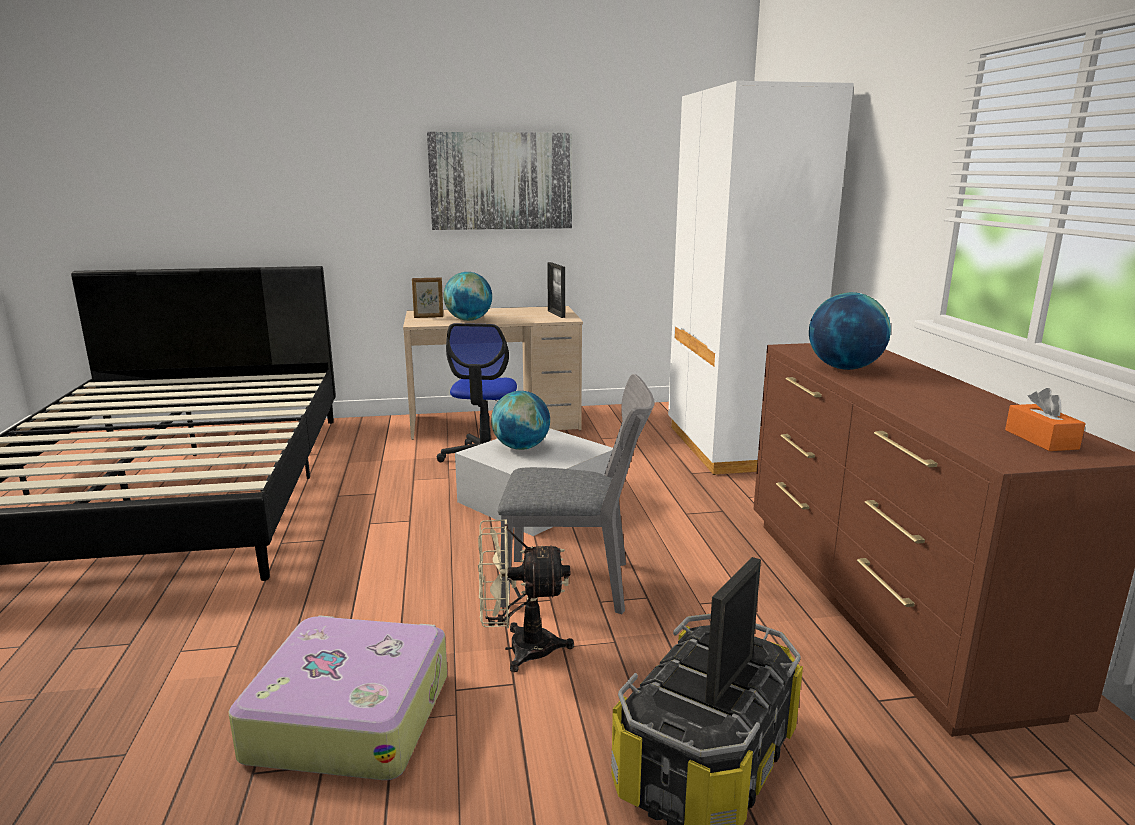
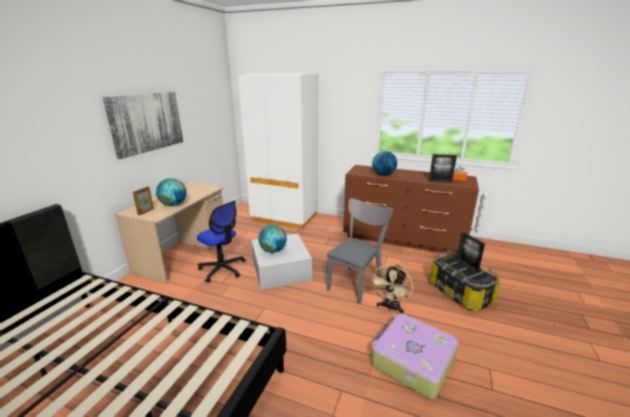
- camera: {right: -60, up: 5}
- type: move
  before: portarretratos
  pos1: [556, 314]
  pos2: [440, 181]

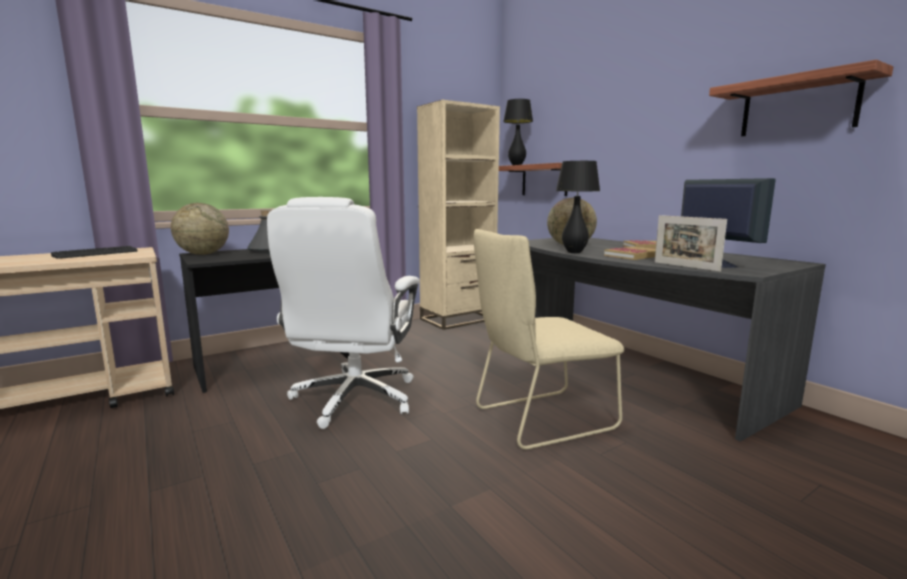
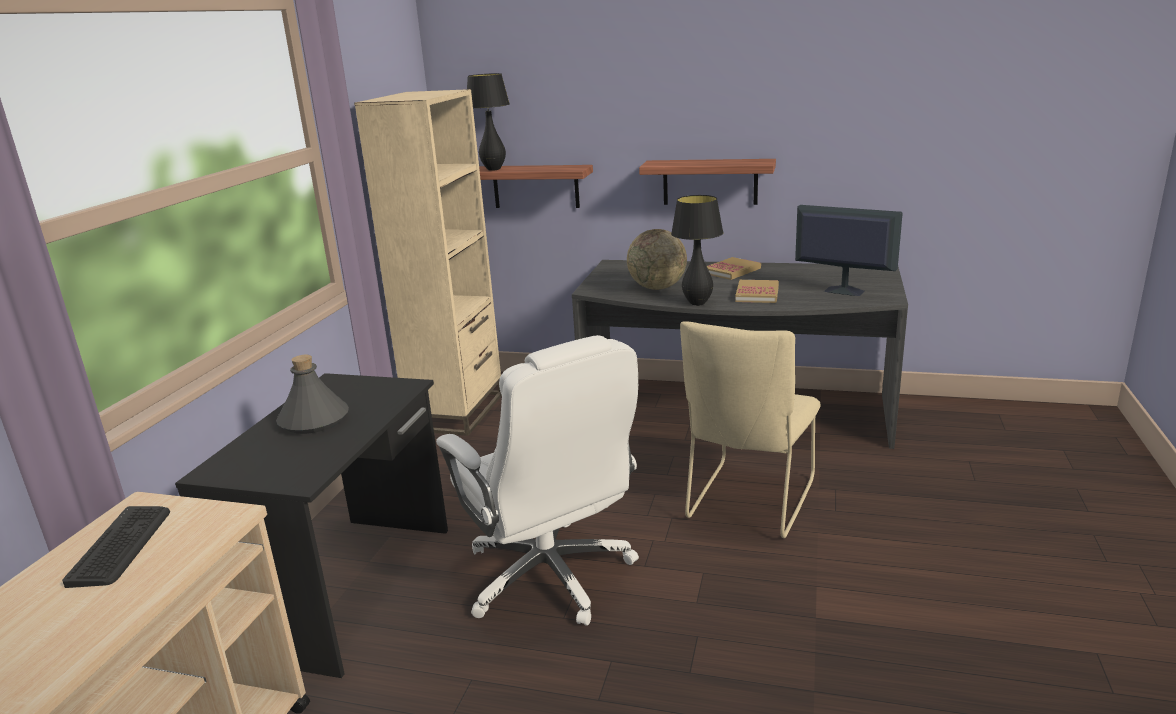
- camera: {right: -40, up: 10}
- type: move
  before: estante
  pos1: [798, 106]
  pos2: [710, 182]
- type: delete
  before: globo terráqueo
  pos1: [203, 254]
- type: delete
  before: portarretratos
  pos1: [685, 266]

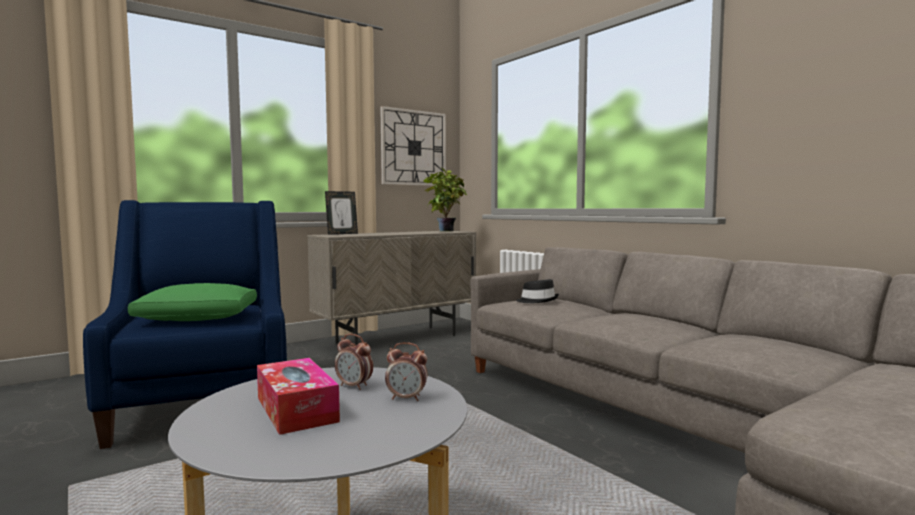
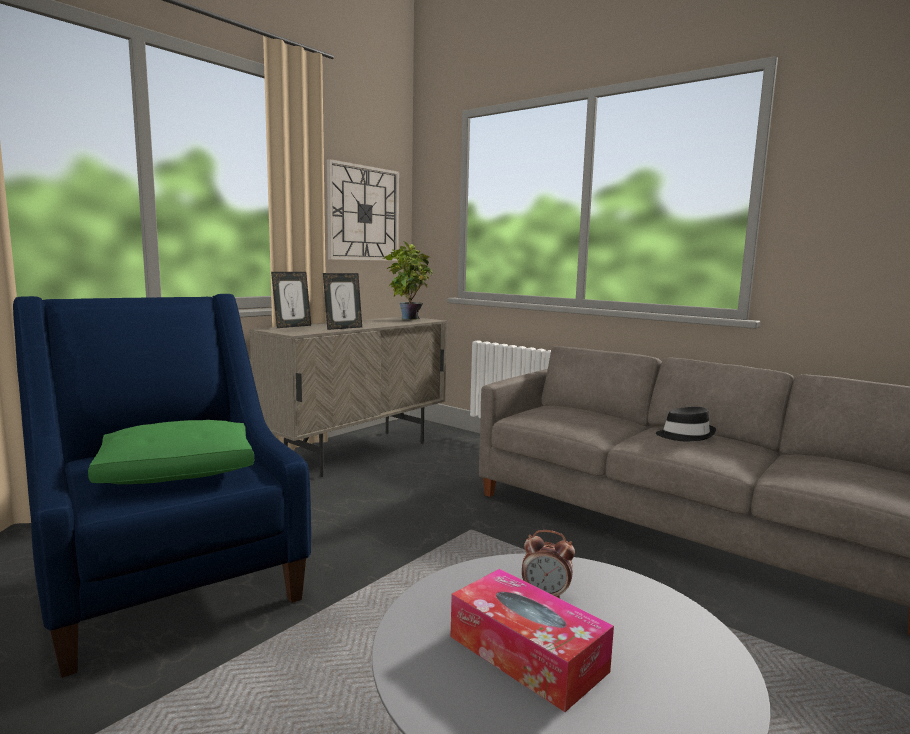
- camera: {right: -15, up: 5}
- type: move
  before: sombrero [negro]
  pos1: [537, 301]
  pos2: [685, 435]
- type: delete
  before: despertador
  pos1: [407, 398]
- type: insert
  after: portarretratos
  pos2: [343, 328]

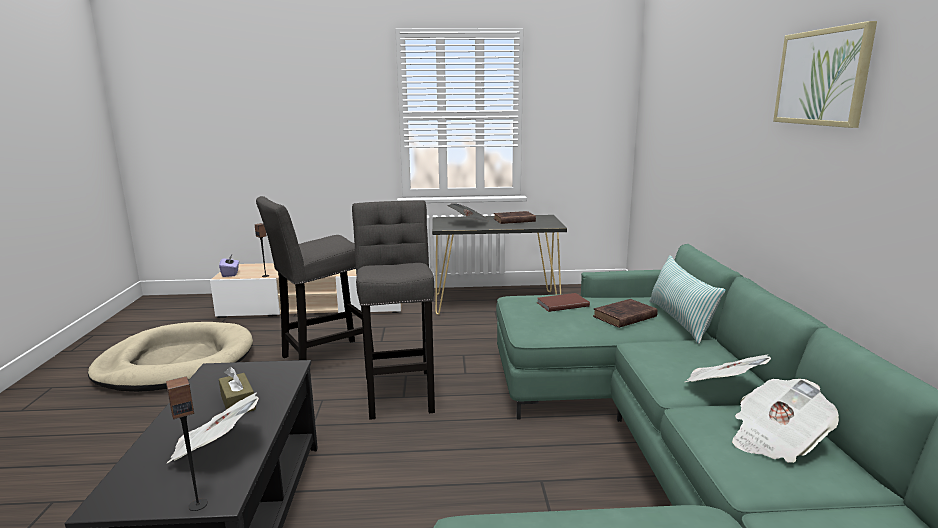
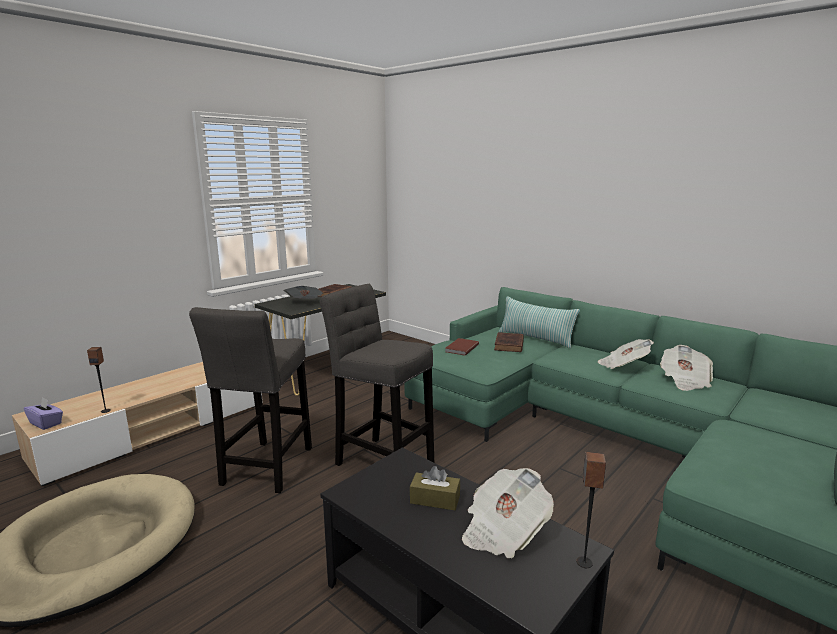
- camera: {right: -45, up: 0}
- type: delete
  before: cuadro
  pos1: [822, 77]

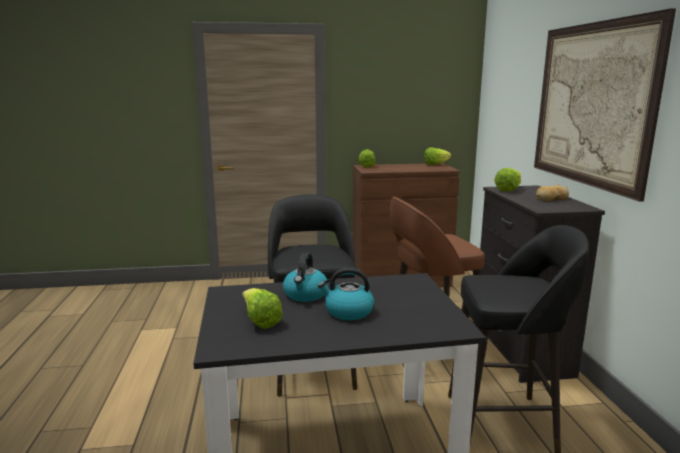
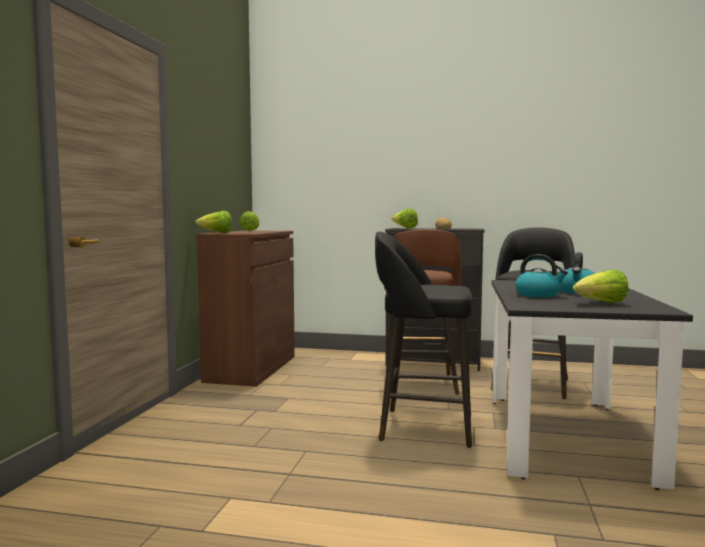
- camera: {right: -70, up: -10}
- type: delete
  before: cuadro
  pos1: [591, 104]

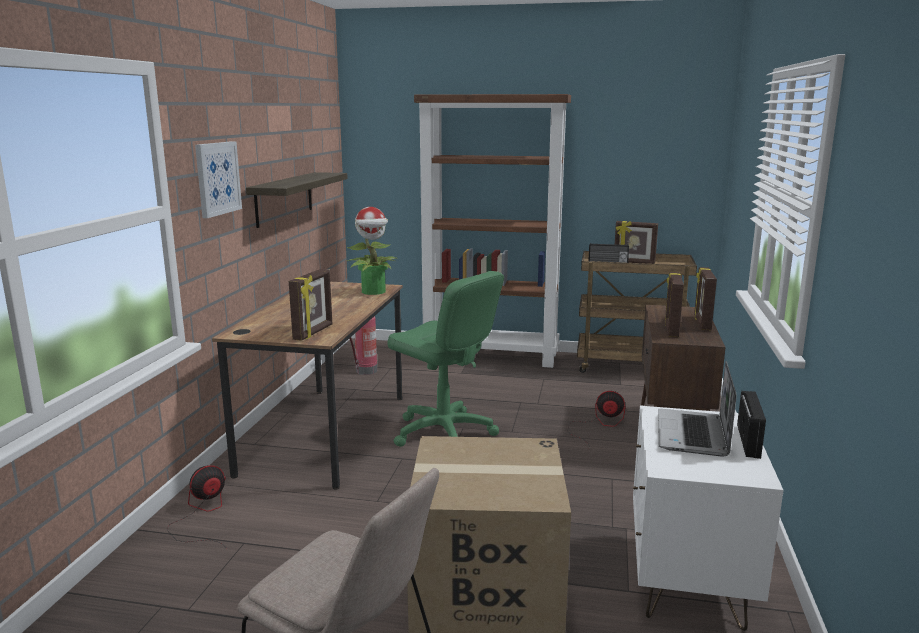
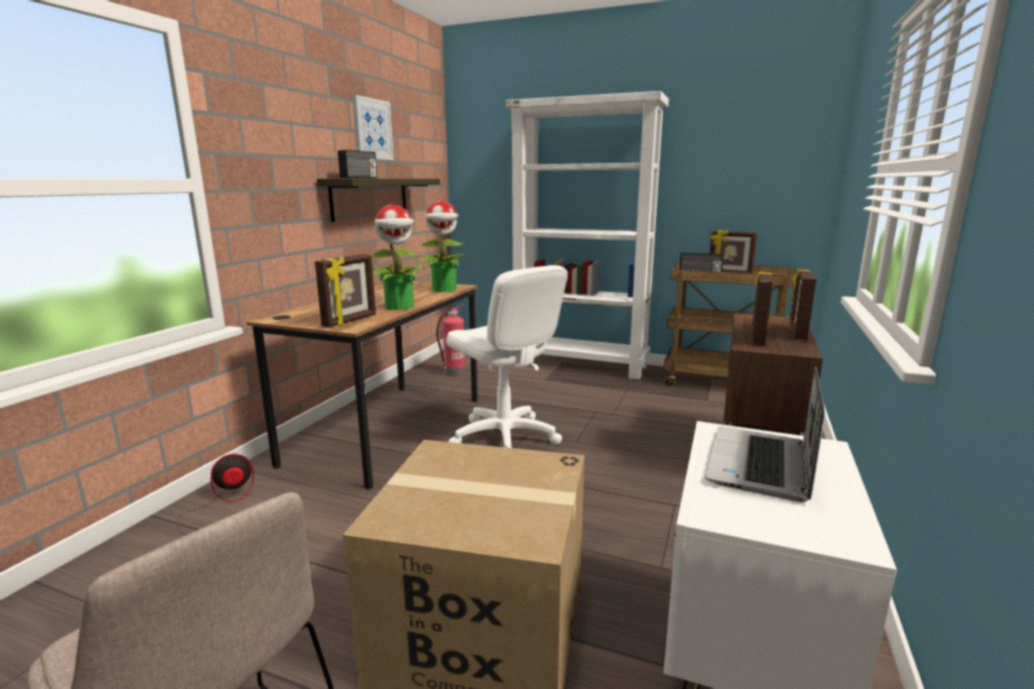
- camera: {right: 10, up: 0}
- type: recolor
  before: estantería [marrón]
  after: estantería [blanco]
  pos1: [491, 355]
  pos2: [580, 365]
- type: move
  before: cuadro
  pos1: [217, 178]
  pos2: [372, 129]
- type: recolor
  before: silla de oficina [verde]
  after: silla de oficina [blanco]
  pos1: [443, 433]
  pos2: [504, 438]
- type: delete
  before: ventilador
  pos1: [598, 425]
- type: move
  before: radio
  pos1: [750, 441]
  pos2: [360, 178]
- type: insert
  after: planta en maceta
  pos2: [400, 307]

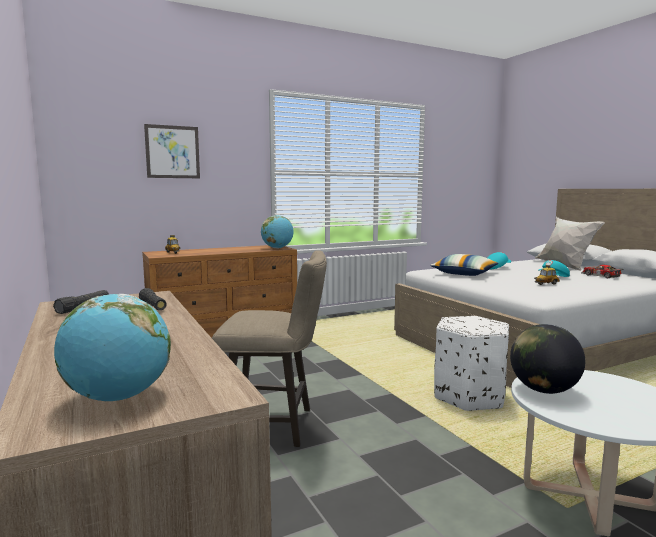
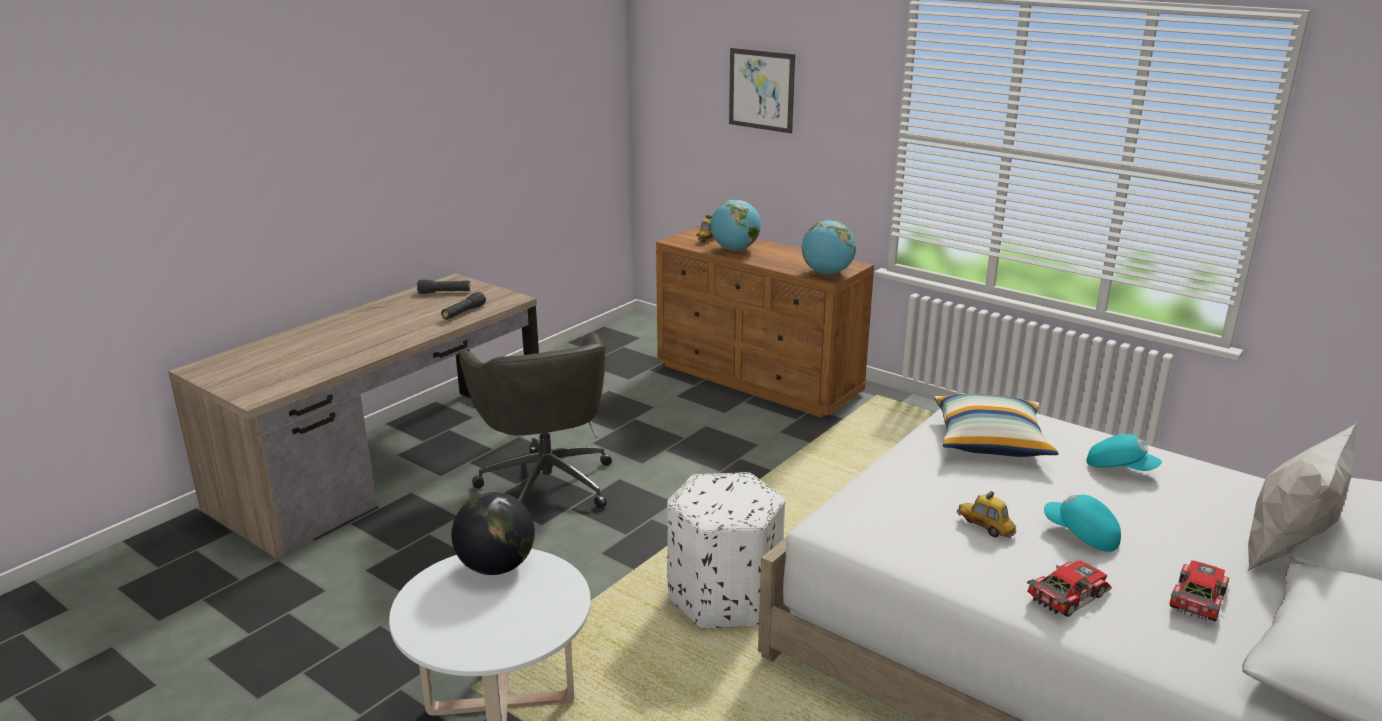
- camera: {right: 65, up: 15}
- type: replace
  before: taburete [beis]
  after: silla de oficina [gris]
  pos1: [275, 425]
  pos2: [546, 482]
- type: move
  before: globo terráqueo
  pos1: [118, 397]
  pos2: [735, 249]
- type: insert
  after: coche de juguete
  pos2: [1065, 594]

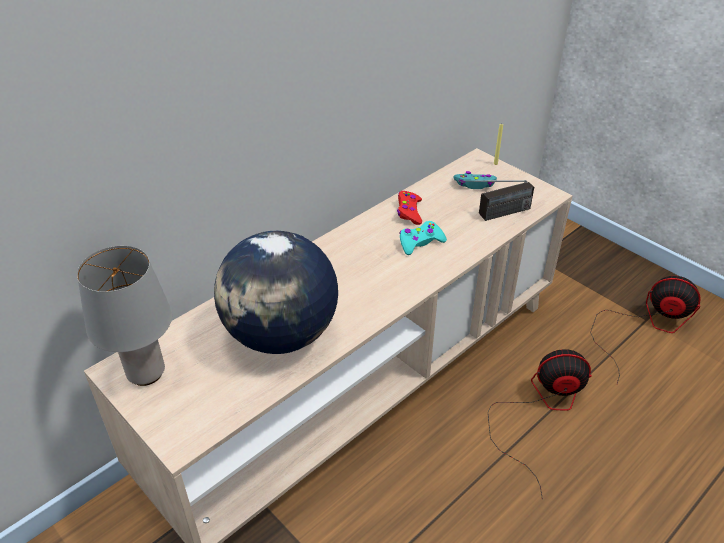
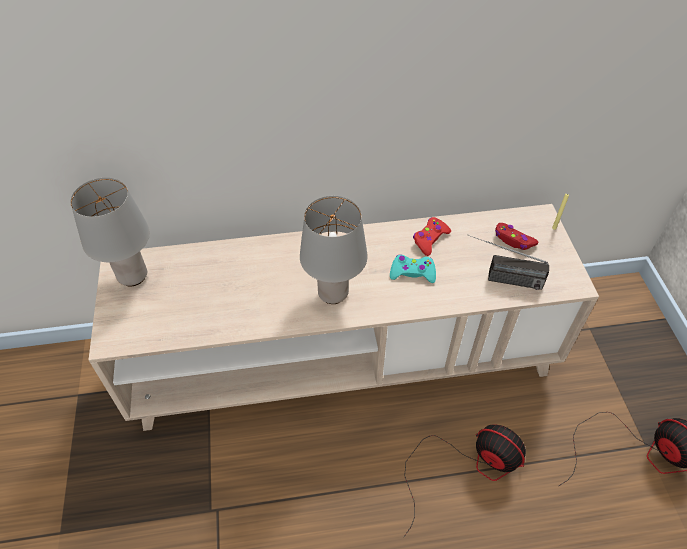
- camera: {right: 35, up: 10}
- type: recolor
  before: mando de consola [turquesa]
  after: mando de consola [rojo]
  pos1: [475, 184]
  pos2: [513, 240]
- type: delete
  before: globo terráqueo
  pos1: [281, 335]
- type: insert
  after: lámpara de mesa [gris]
  pos2: [334, 293]

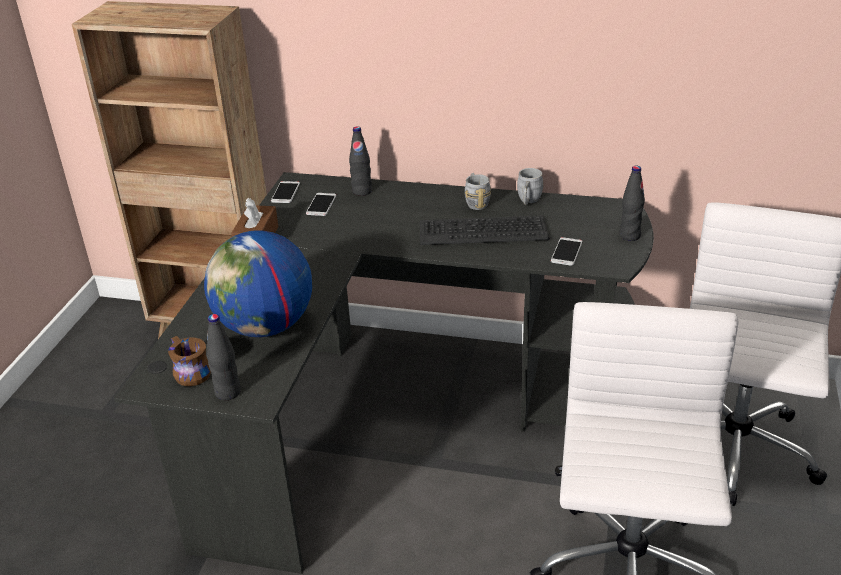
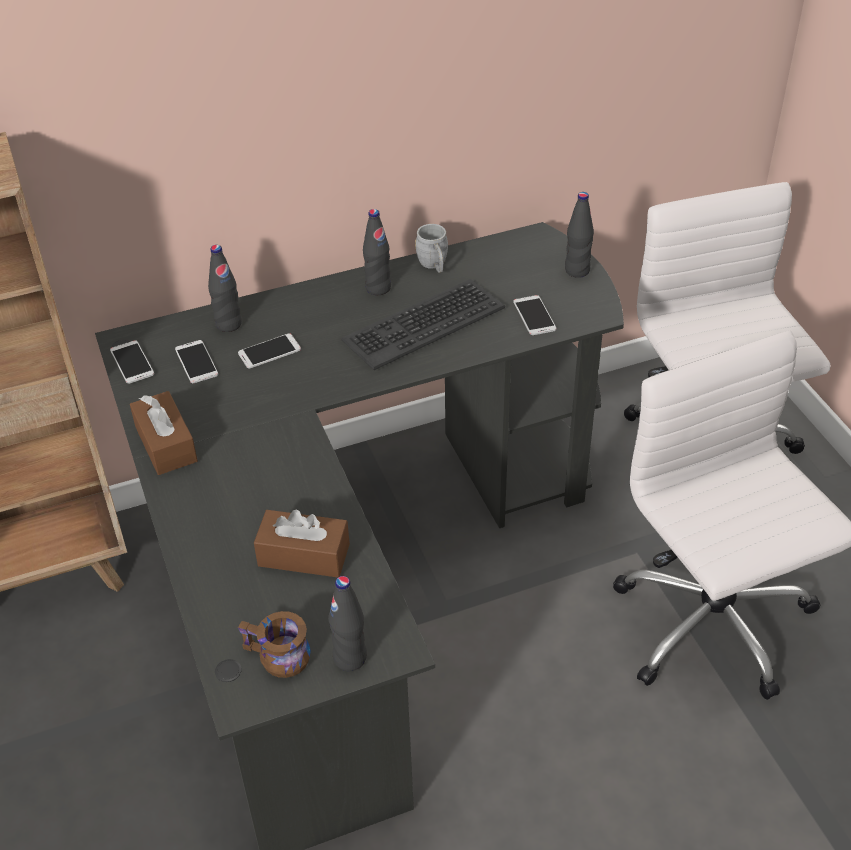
- camera: {right: -35, up: 10}
- type: replace
  before: taza grande [gris]
  after: botella [negro]
  pos1: [476, 202]
  pos2: [378, 288]
- type: replace
  before: globo terráqueo
  after: caja de pañuelos [marrón]
  pos1: [265, 327]
  pos2: [304, 555]
- type: insert
  after: móvil
  pos2: [269, 351]

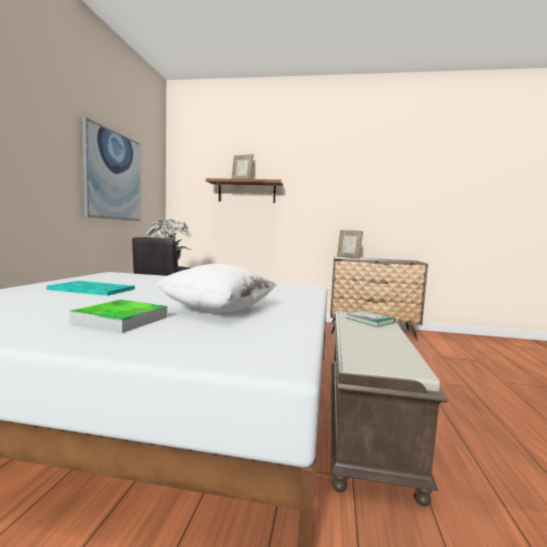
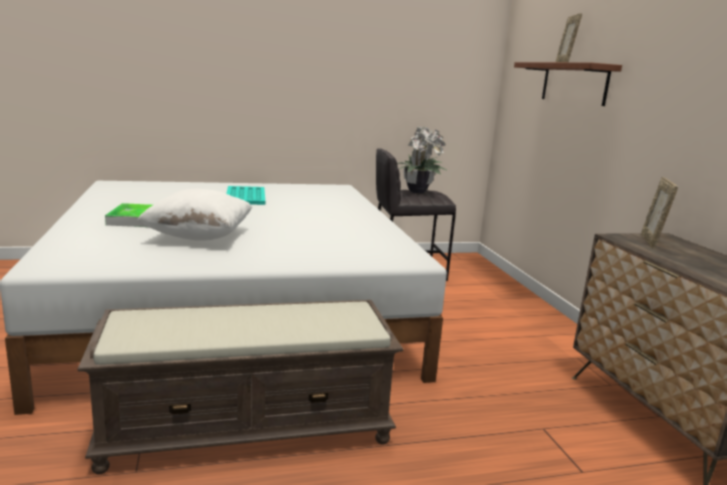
- camera: {right: 65, up: 10}
- type: delete
  before: cuadro
  pos1: [113, 176]
- type: delete
  before: libro
  pos1: [369, 320]

